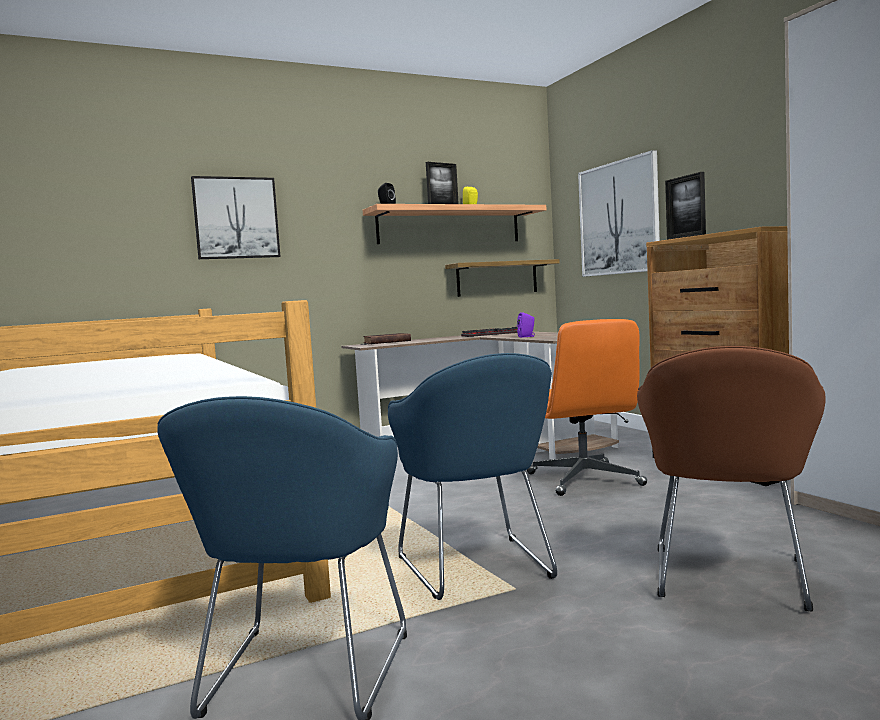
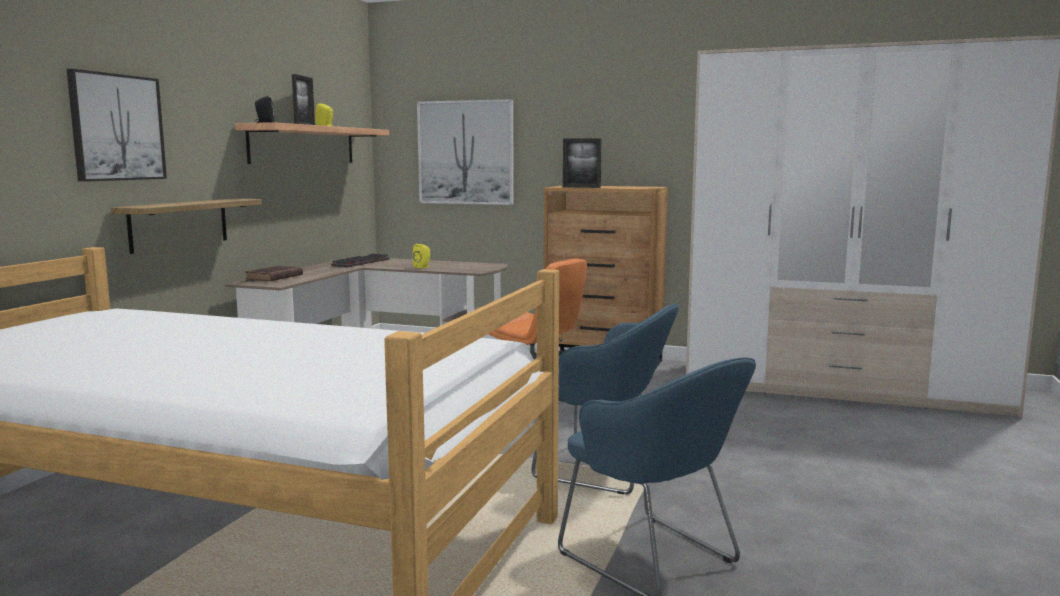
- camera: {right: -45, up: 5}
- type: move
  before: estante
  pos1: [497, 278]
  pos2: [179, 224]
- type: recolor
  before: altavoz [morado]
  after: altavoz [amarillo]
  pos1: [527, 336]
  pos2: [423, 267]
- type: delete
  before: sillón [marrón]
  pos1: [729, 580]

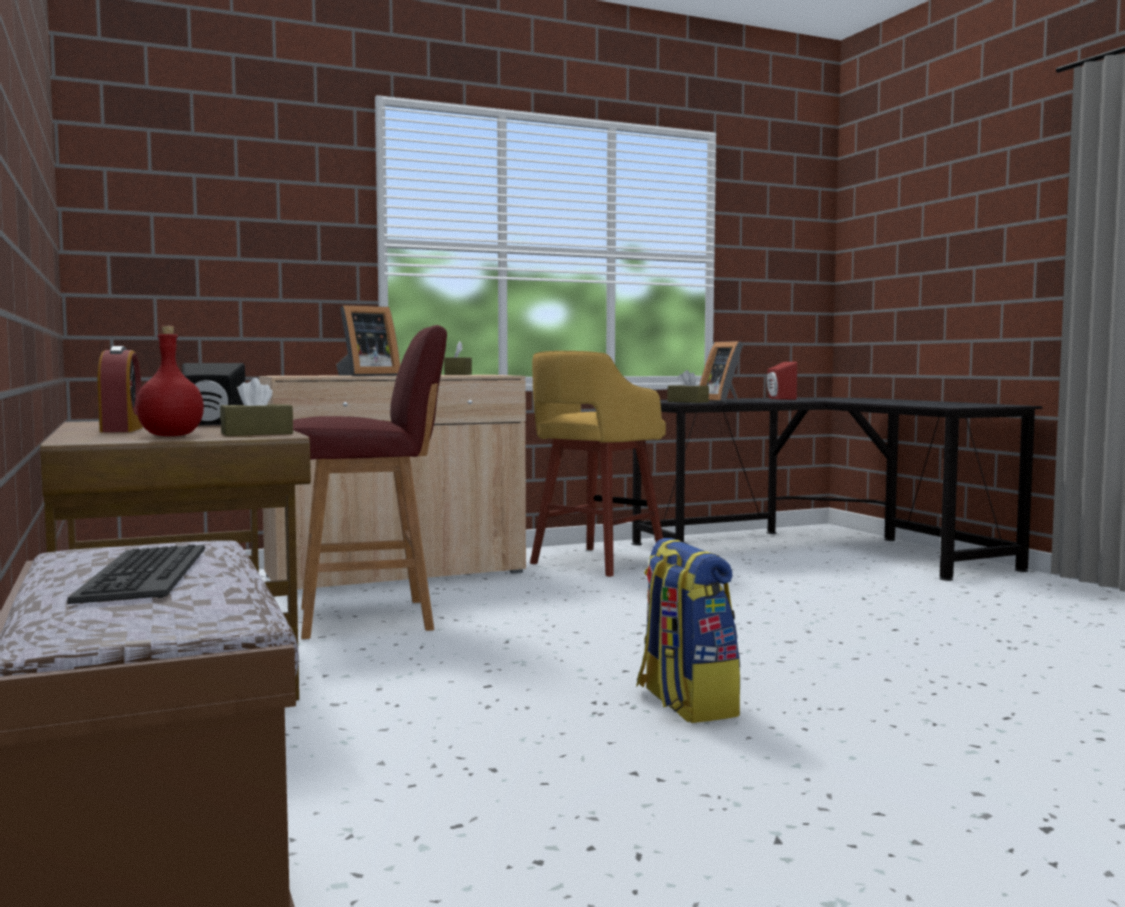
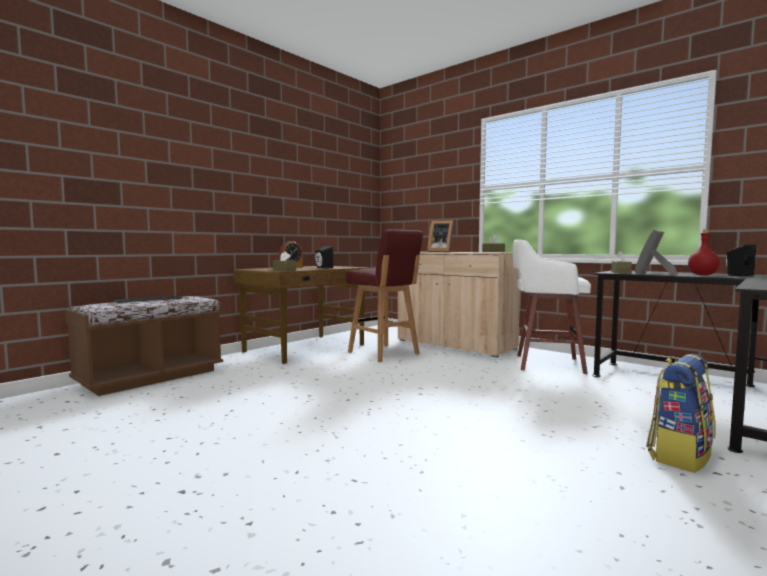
- camera: {right: 65, up: 0}
- type: move
  before: botella [rojo]
  pos1: [172, 436]
  pos2: [703, 275]
- type: recolor
  before: taburete [amarillo]
  after: taburete [blanco]
  pos1: [595, 562]
  pos2: [546, 364]
- type: recolor
  before: altavoz [rojo]
  after: altavoz [negro]
  pos1: [779, 399]
  pos2: [737, 275]
- type: move
  before: mochila
  pos1: [685, 703]
  pos2: [679, 455]

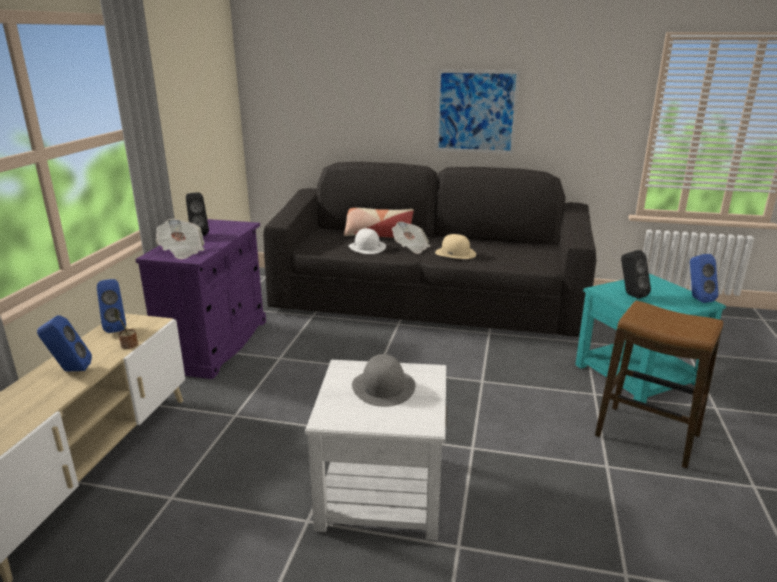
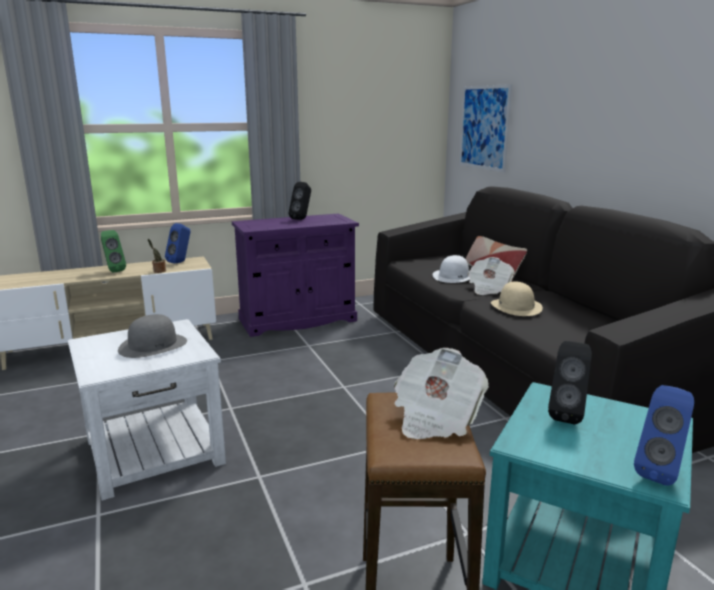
- camera: {right: 55, up: -5}
- type: move
  before: cuadro
  pos1: [476, 112]
  pos2: [484, 127]
- type: move
  before: periódico
  pos1: [182, 251]
  pos2: [436, 417]
- type: recolor
  before: altavoz [azul]
  after: altavoz [verde]
  pos1: [70, 370]
  pos2: [113, 271]

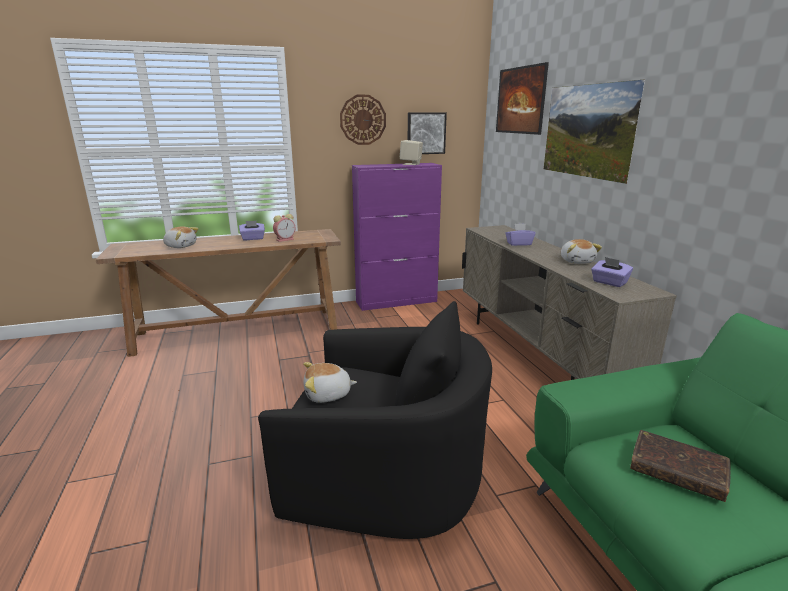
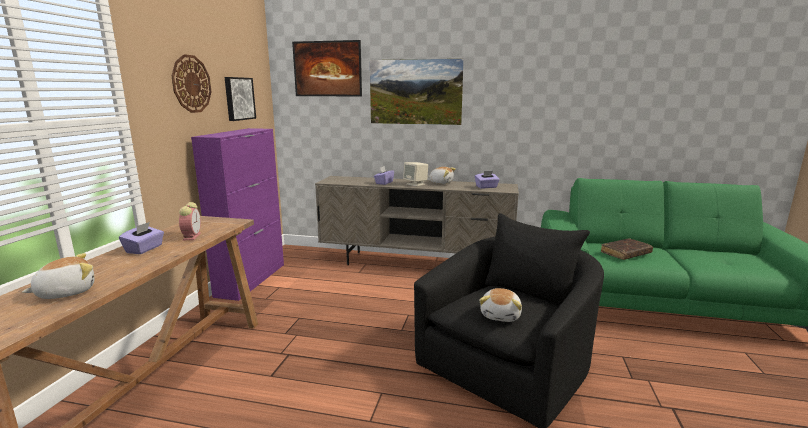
- camera: {right: -60, up: -5}
- type: move
  before: altavoz [beis]
  pos1: [411, 164]
  pos2: [416, 184]

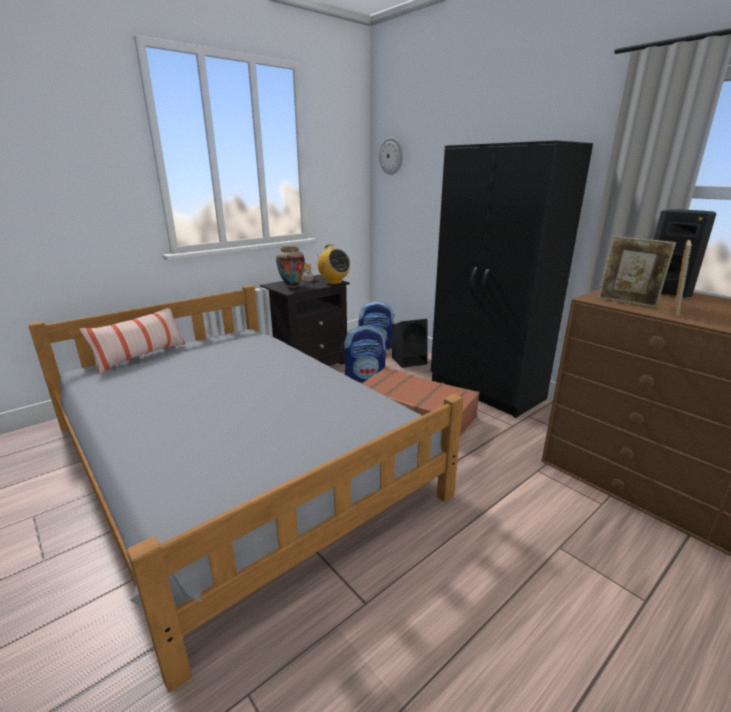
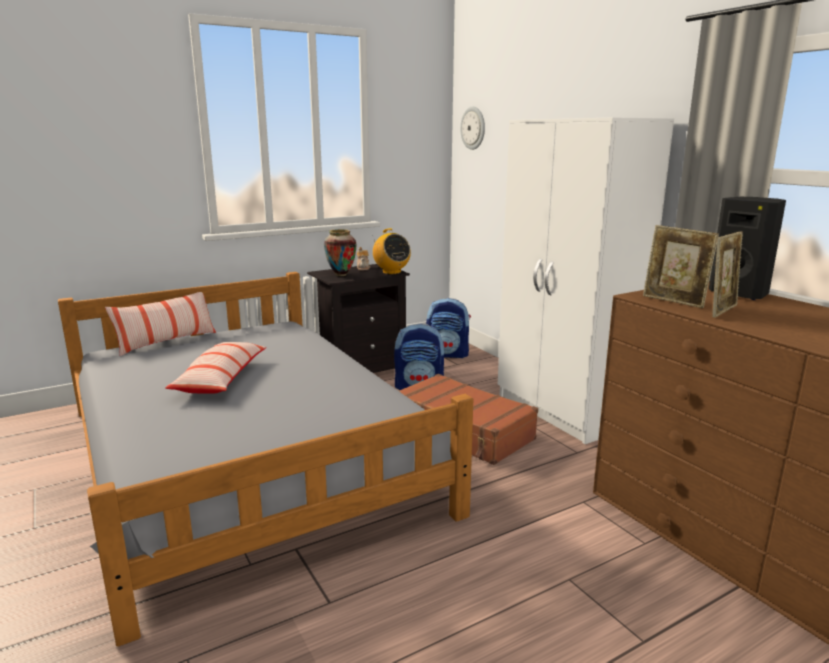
- camera: {right: 10, up: -5}
- type: recolor
  before: armario ropero [negro]
  after: armario ropero [blanco]
  pos1: [486, 390]
  pos2: [563, 411]
- type: delete
  before: altavoz [negro]
  pos1: [410, 360]
- type: insert
  after: cojín
  pos2: [221, 379]

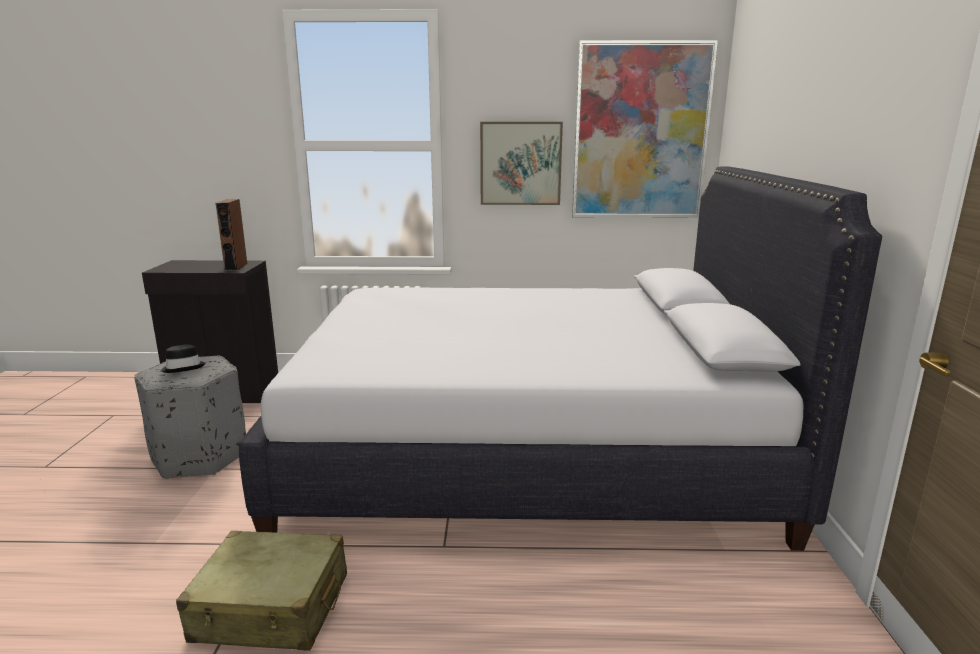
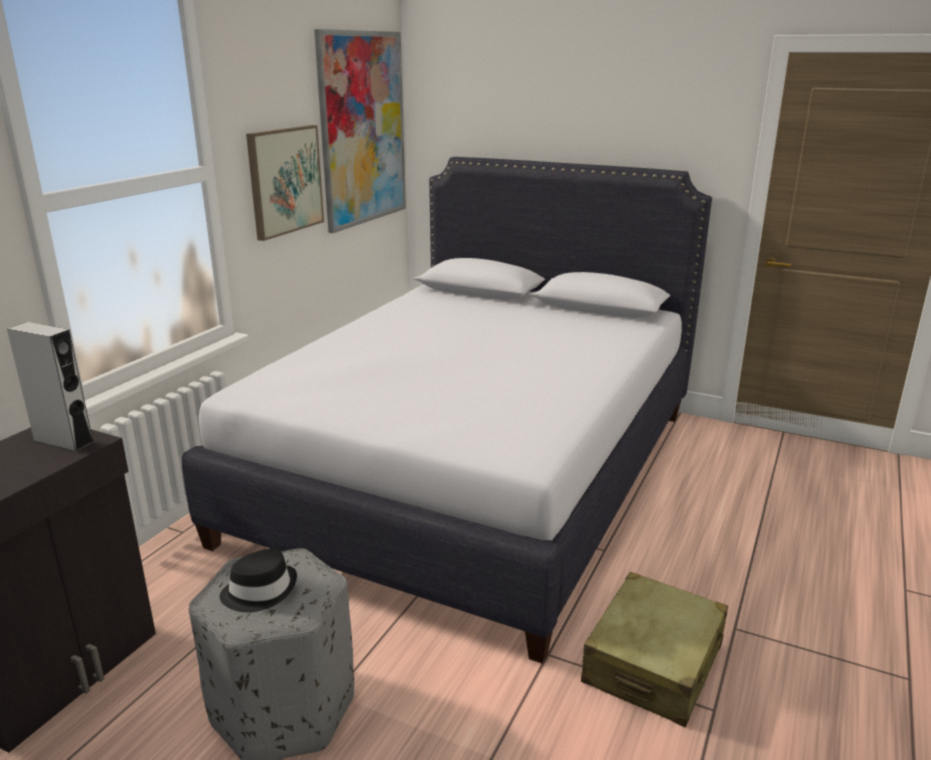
- camera: {right: -65, up: 5}
- type: recolor
  before: altavoz [marrón]
  after: altavoz [gris]
  pos1: [236, 267]
  pos2: [63, 441]

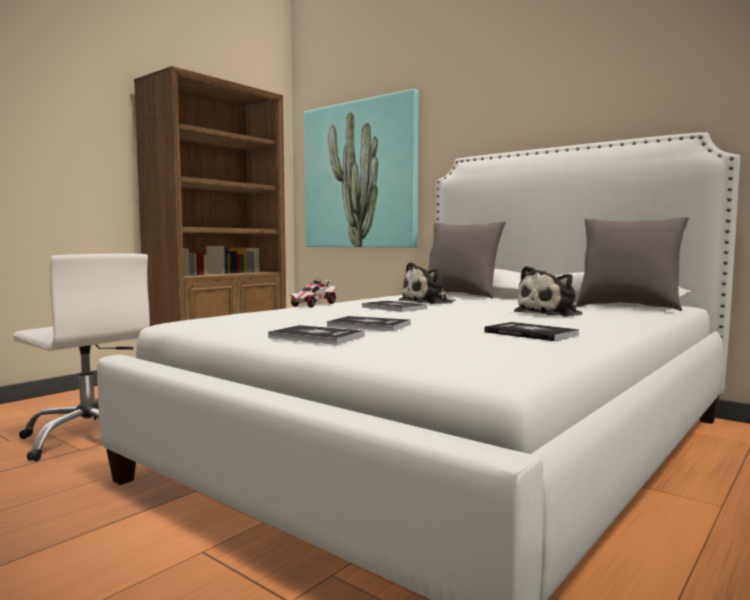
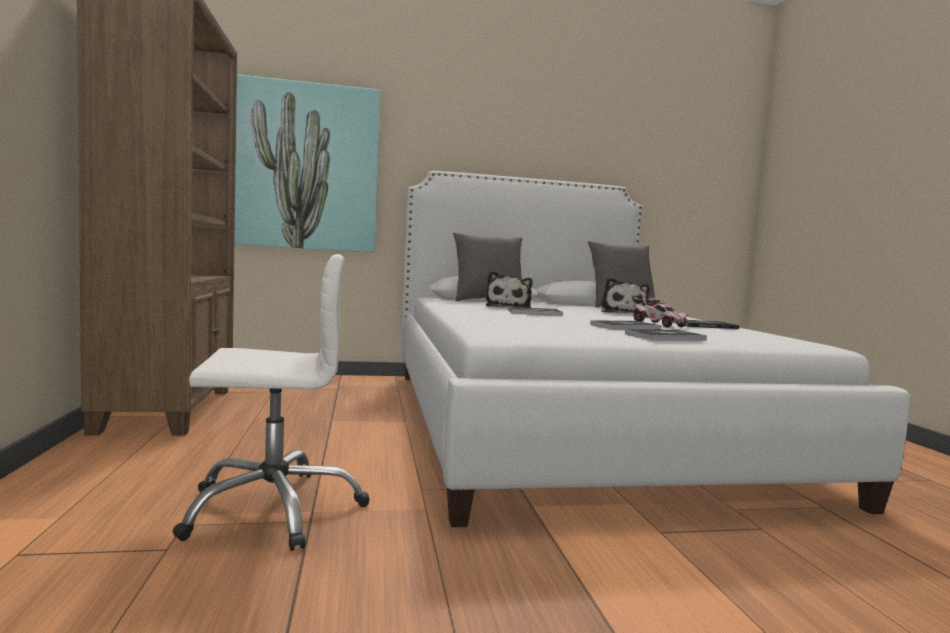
- camera: {right: -50, up: 0}
- type: move
  before: coche de juguete
  pos1: [313, 305]
  pos2: [659, 324]

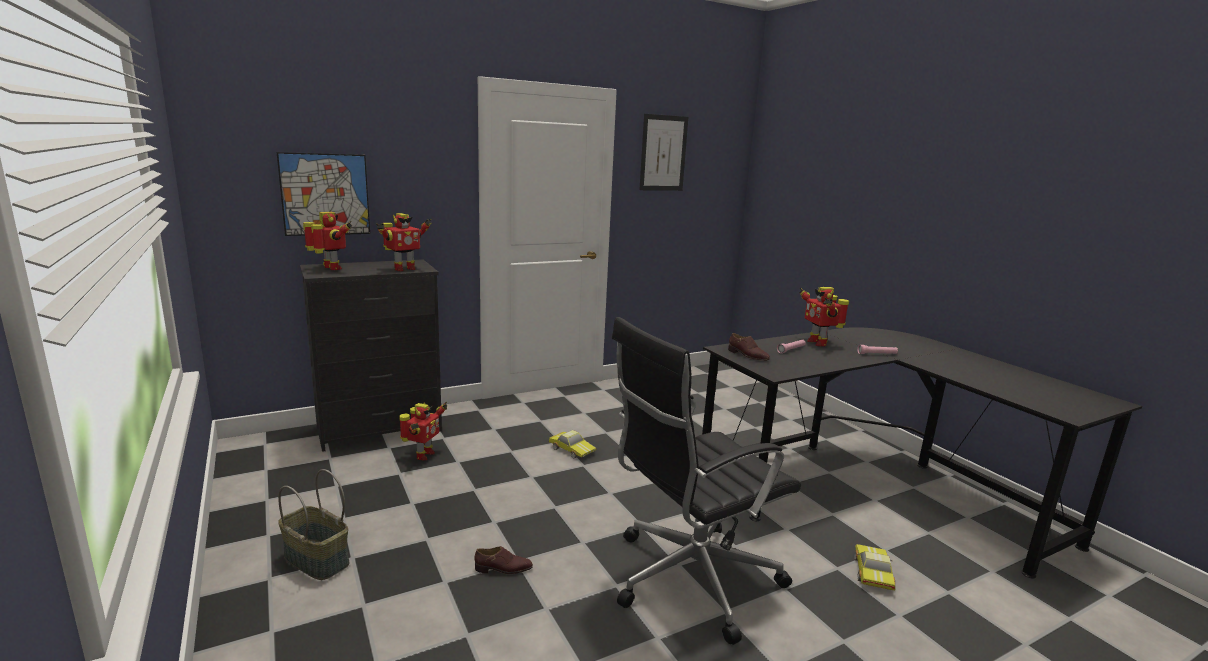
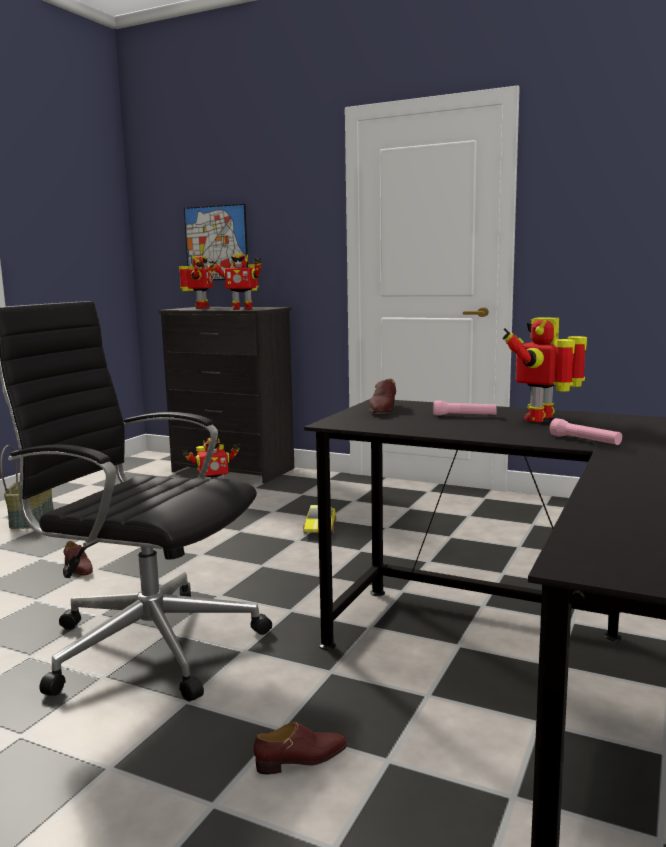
- camera: {right: 55, up: -5}
- type: delete
  before: cuadro
  pos1: [663, 153]
- type: replace
  before: coche de juguete
  after: zapato [marrón]
  pos1: [871, 572]
  pos2: [302, 759]

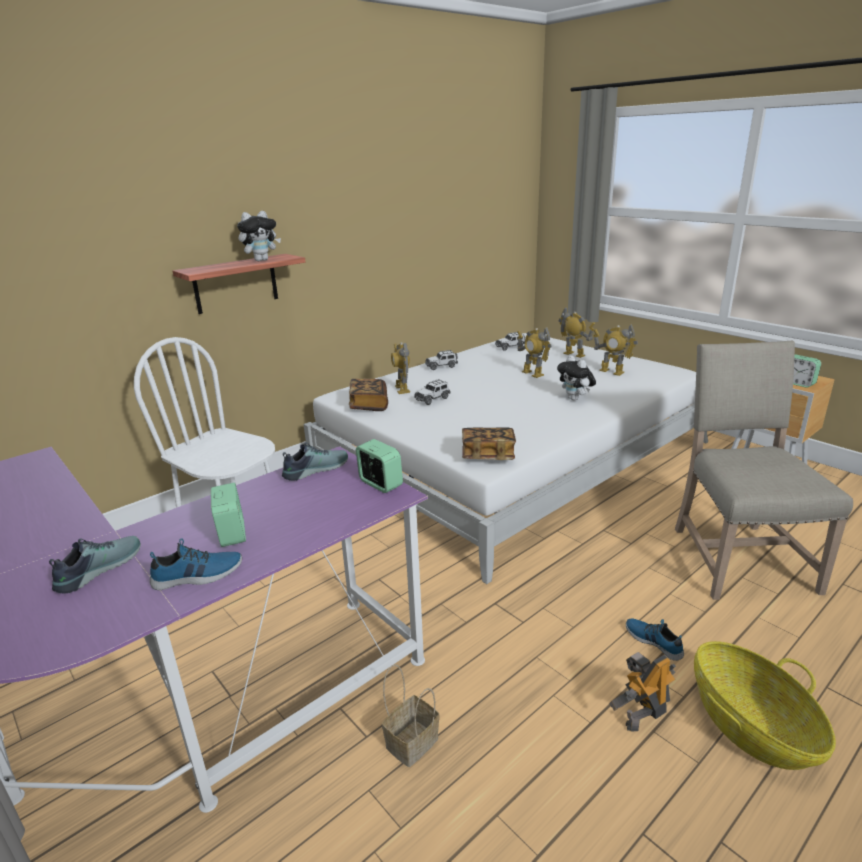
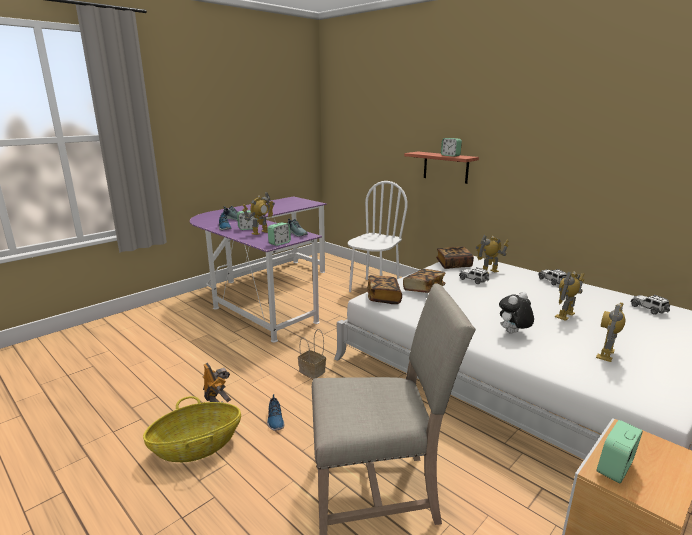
- camera: {right: 85, up: -5}
- type: replace
  before: peluche
  after: despertador
  pos1: [261, 260]
  pos2: [450, 155]
- type: move
  before: robot de juguete
  pos1: [574, 354]
  pos2: [260, 232]
- type: rotate
  before: zapato
  pos1: [654, 641]
  pos2: [275, 419]
  turn: 120
- type: move
  before: cesta
  pos1: [412, 741]
  pos2: [313, 371]
- type: insert
  after: libro
  pos2: [423, 289]

